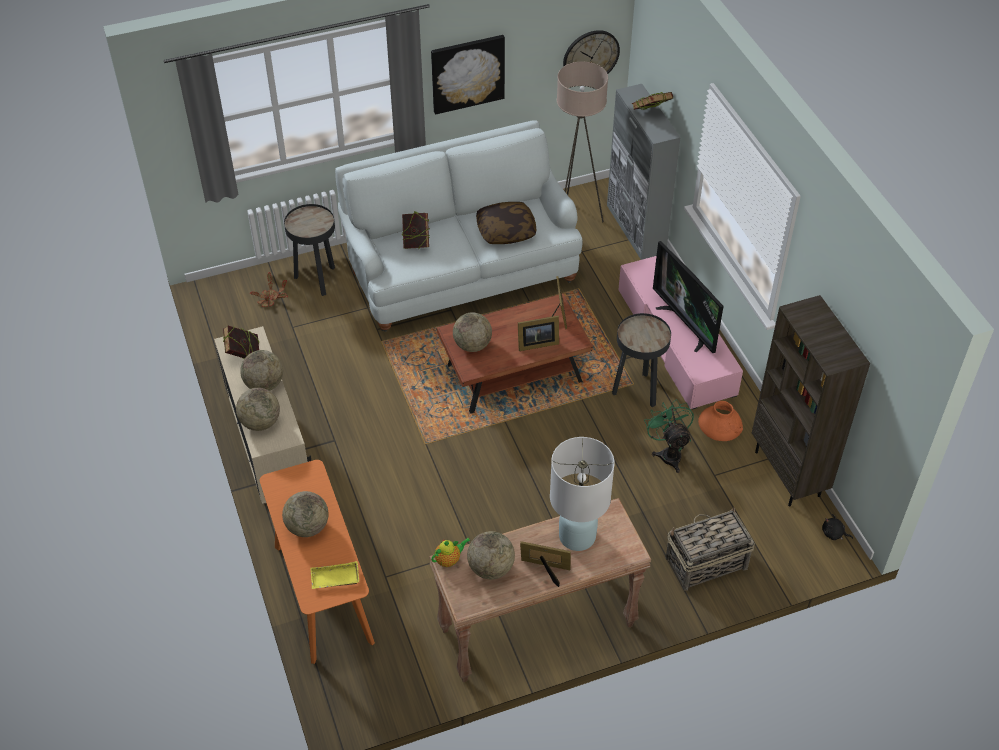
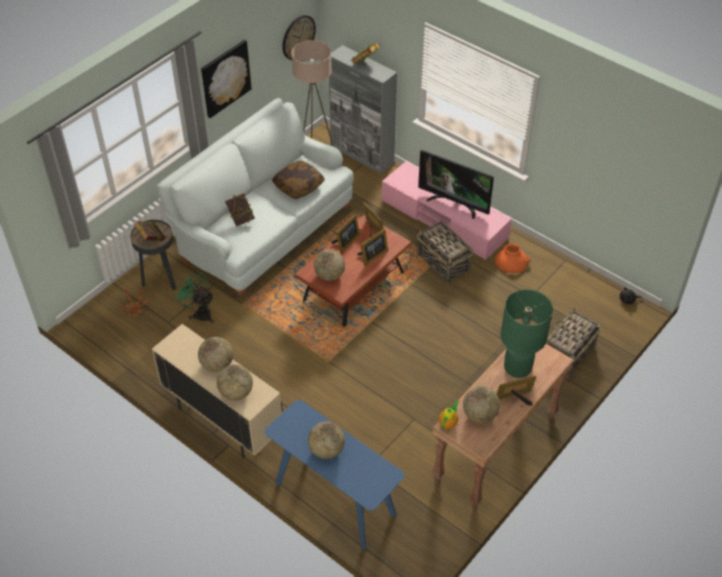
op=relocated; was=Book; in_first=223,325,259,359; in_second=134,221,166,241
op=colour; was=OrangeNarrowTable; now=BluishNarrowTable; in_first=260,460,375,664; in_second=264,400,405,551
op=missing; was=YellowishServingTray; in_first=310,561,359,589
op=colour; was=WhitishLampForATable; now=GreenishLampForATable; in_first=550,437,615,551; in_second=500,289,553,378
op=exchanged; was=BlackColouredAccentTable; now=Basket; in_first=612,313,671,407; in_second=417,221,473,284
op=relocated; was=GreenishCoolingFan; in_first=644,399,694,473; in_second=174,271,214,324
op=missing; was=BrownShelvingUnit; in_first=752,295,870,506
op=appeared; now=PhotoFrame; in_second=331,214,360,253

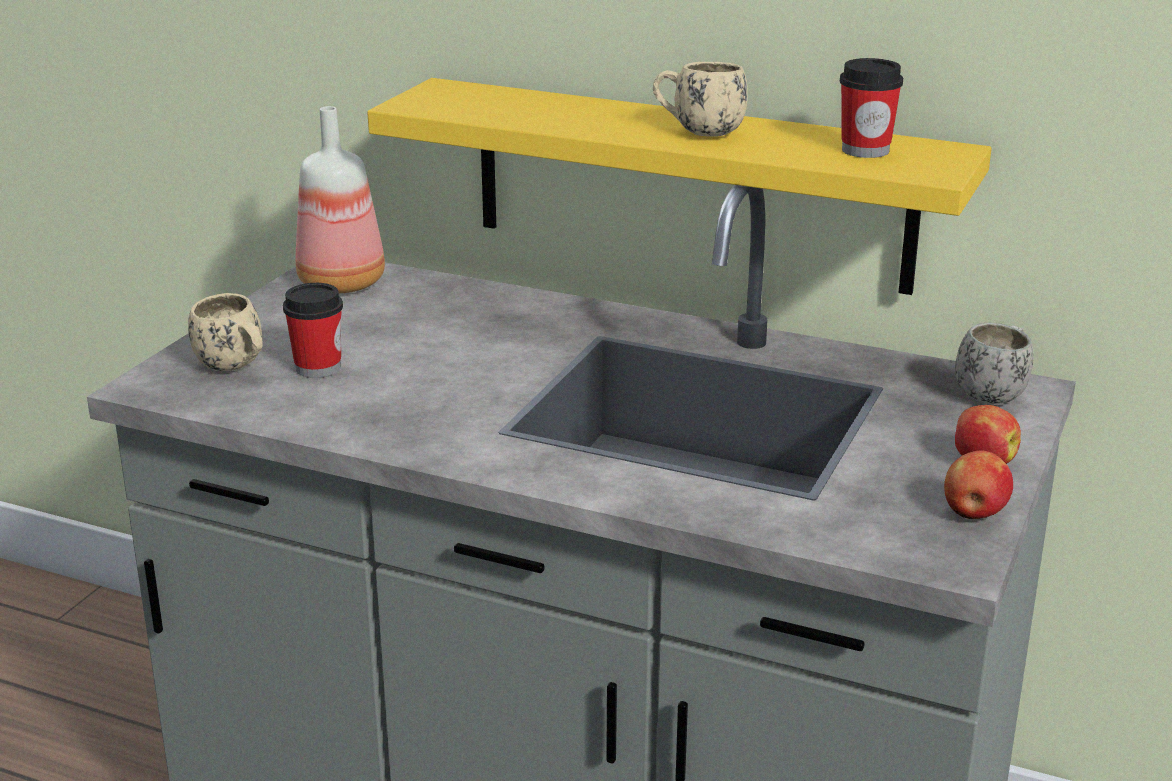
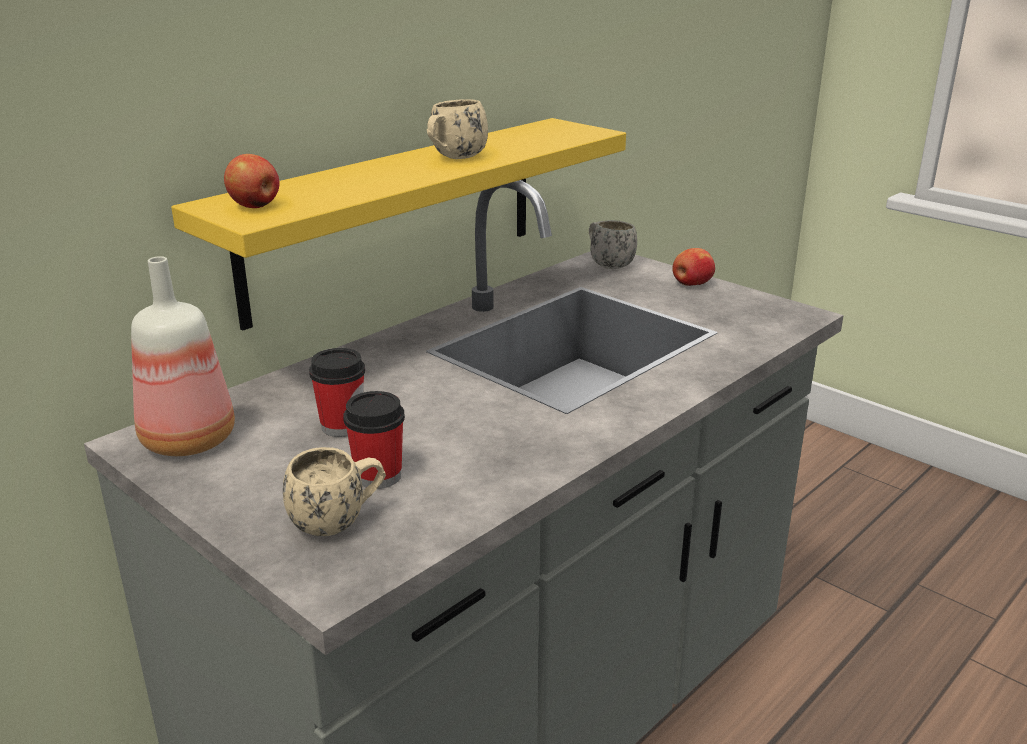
op=relocated; was=Cup; in_first=840,58,903,158; in_second=309,348,365,437
op=relocated; was=AppleFruit; in_first=944,451,1013,519; in_second=224,154,279,208

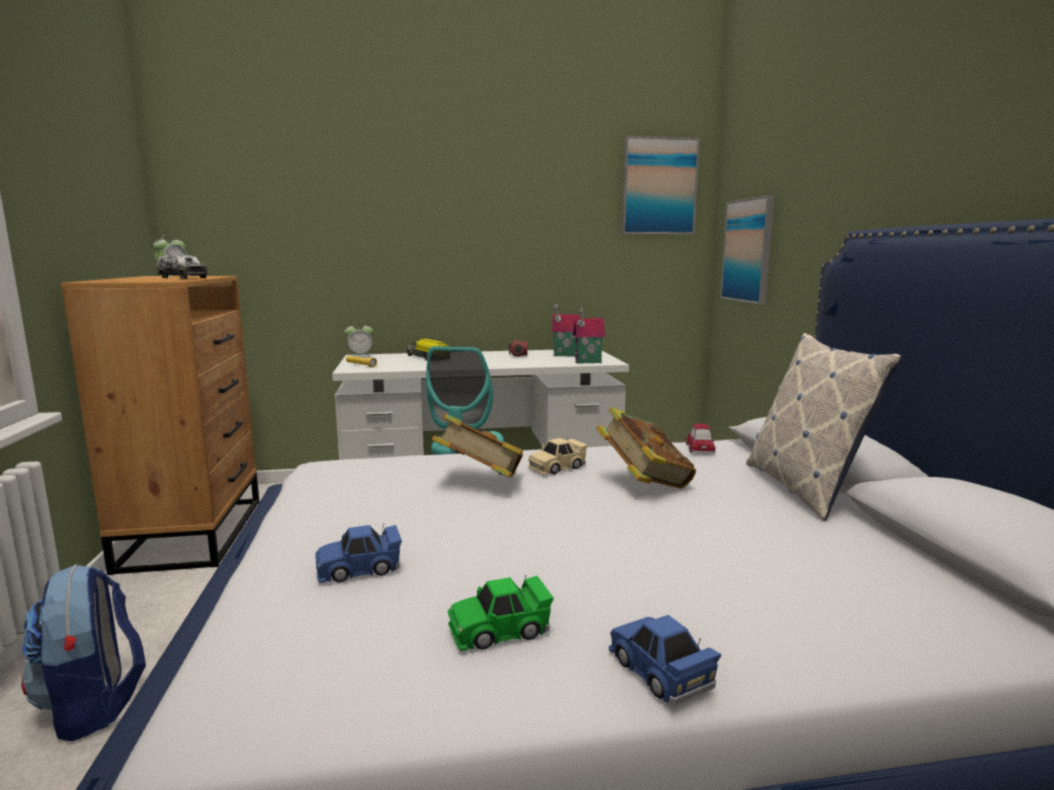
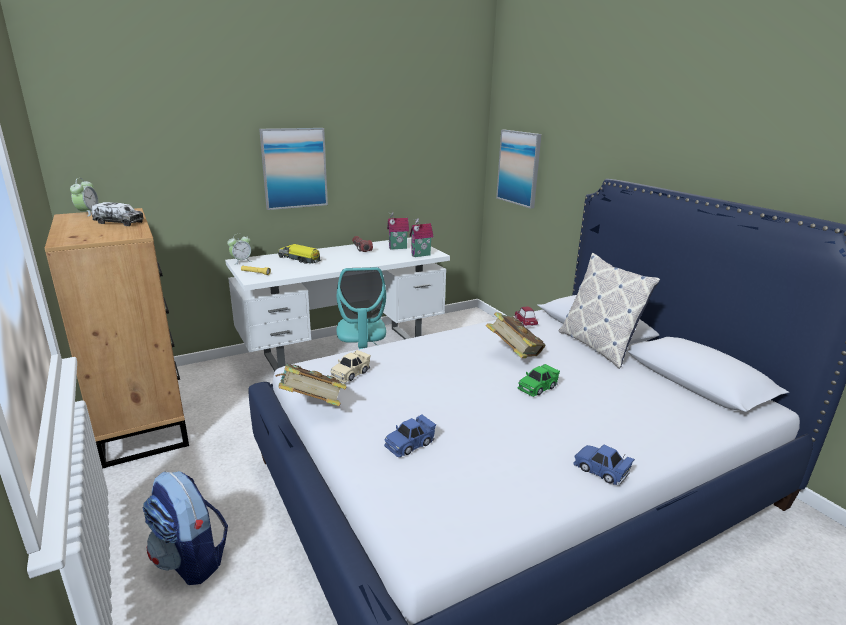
op=relocated; was=Book; in_first=432,413,523,478; in_second=275,364,347,406
op=relocated; was=GreenishModelCar; in_first=448,575,554,651; in_second=517,364,560,397
op=relocated; was=BeigeColouredModelCar; in_first=528,438,588,475; in_second=330,350,371,383
op=relocated; was=Picture; in_first=622,136,700,235; in_second=259,128,328,210

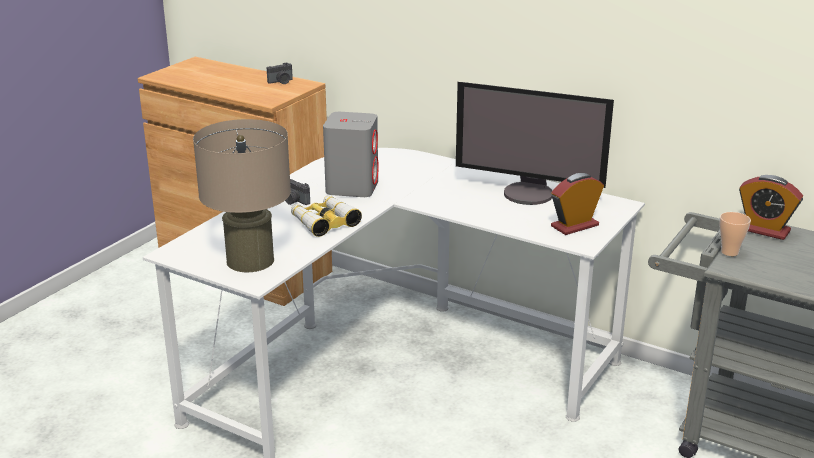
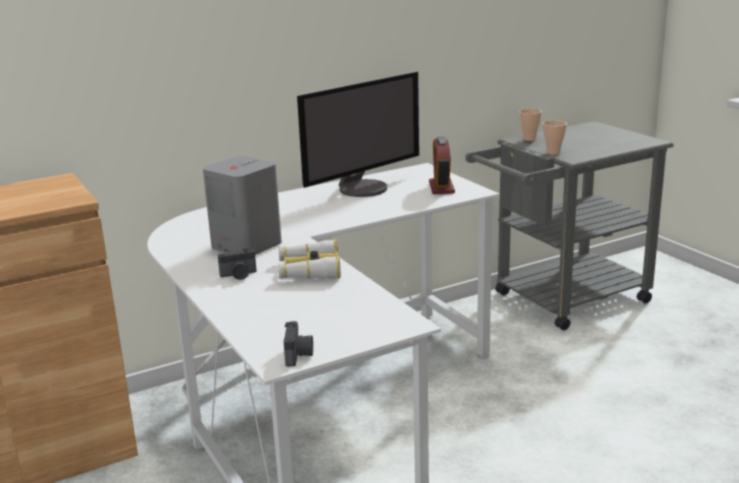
op=missing; was=BeigeColouredLampForATable; in_first=193,119,291,272
op=relocated; was=PhotoCamera; in_first=266,63,293,84; in_second=284,321,313,367
op=exchanged; was=AlarmClock; now=Cup; in_first=739,175,803,240; in_second=519,109,542,141

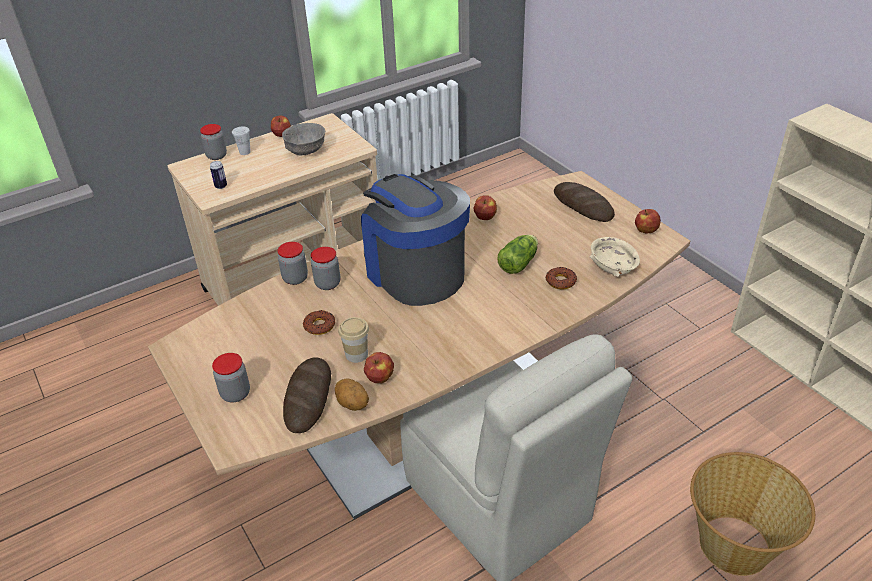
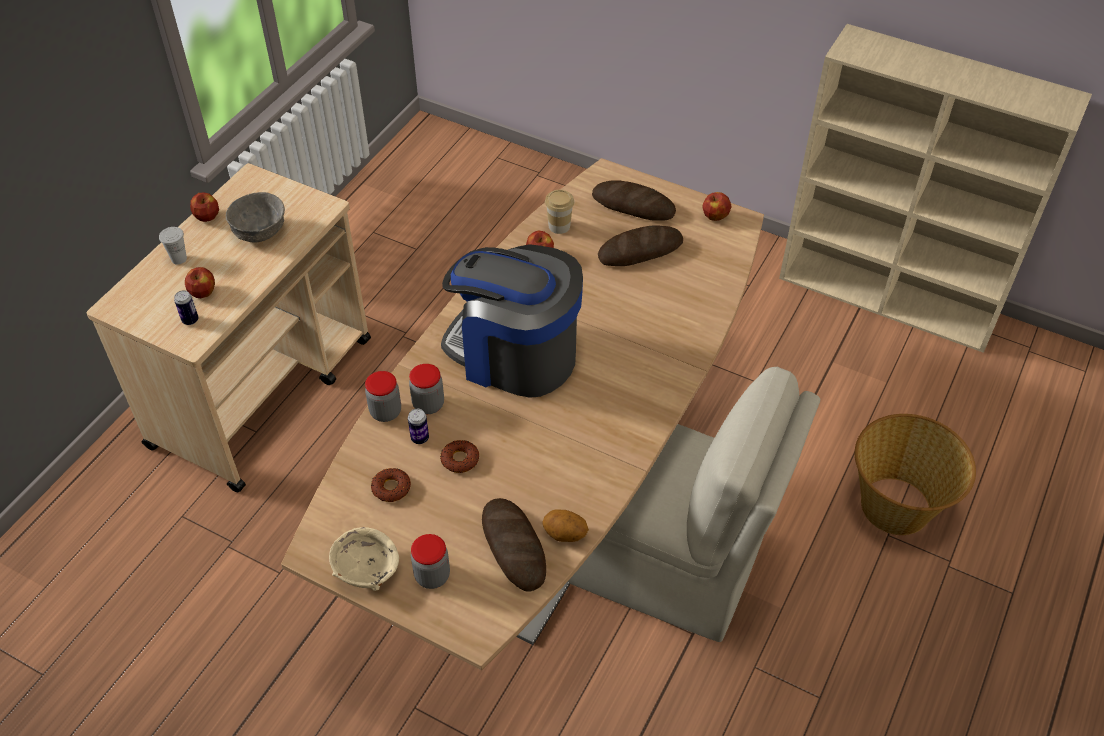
op=missing; was=Jar; in_first=200,124,227,160
op=relocated; was=Cup; in_first=338,317,369,363; in_second=545,190,574,234
op=relocated; was=AppleFruit; in_first=364,352,394,383; in_second=185,267,215,298
op=missing; was=LettuceHead; in_first=498,234,538,274
op=relocated; was=Doughnut; in_first=545,267,577,289; in_second=371,468,411,502
op=relocated; was=BeigeColouredDeepDish; in_first=589,237,640,277; in_second=329,527,399,591
op=appeared; now=MetalCan; in_second=408,409,429,444
op=appeared; now=BakeryBread; in_second=598,226,683,266

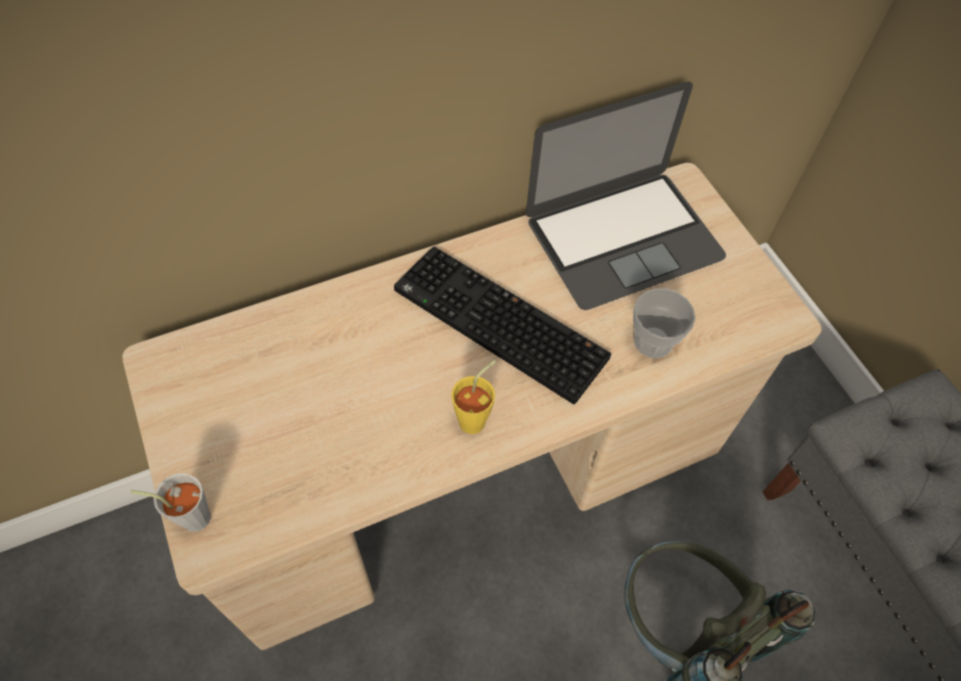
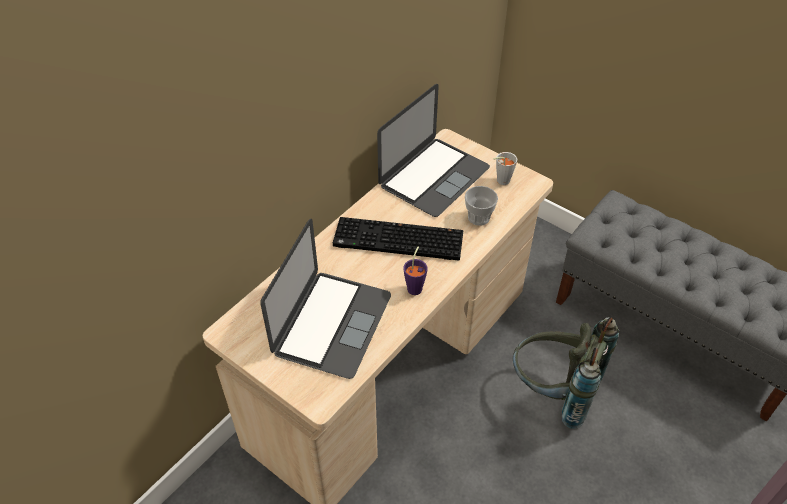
op=relocated; was=GrayCup; in_first=130,473,211,532; in_second=493,152,517,185
op=colour; was=YellowishCup; now=PurplishCup; in_first=451,360,496,434; in_second=404,247,428,295
op=appeared; now=PortableComputer; in_second=260,219,391,379

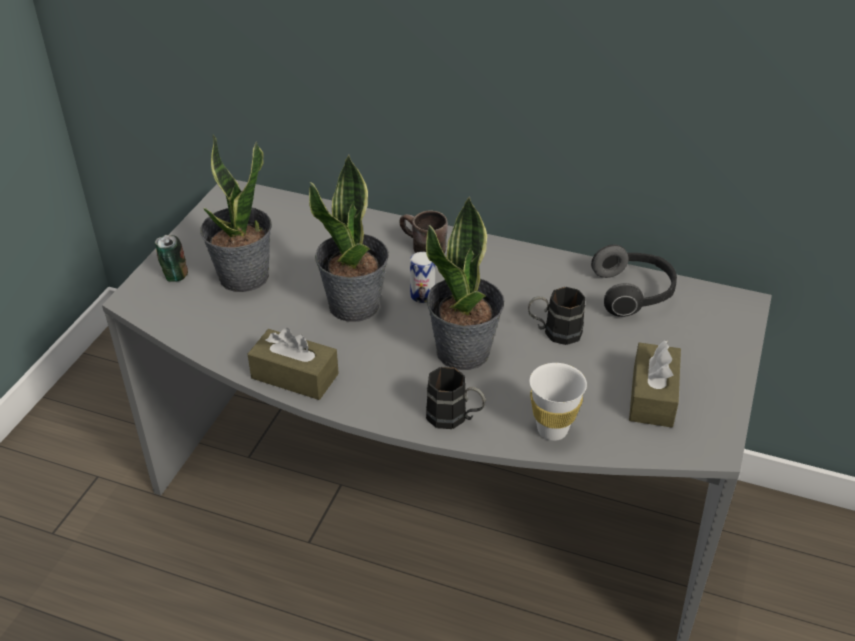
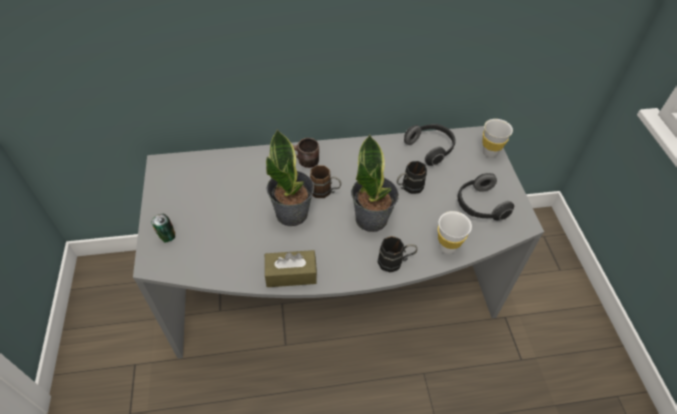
op=missing; was=PottedPlant; in_first=200,135,272,292
op=exchanged; was=MetalCan; now=BrownCoffeeMug; in_first=410,252,435,303; in_second=310,165,341,198
op=exchanged; was=BrownTissueBox; now=Headset; in_first=629,340,681,428; in_second=457,173,514,220
op=appeared; now=WhitishCup; in_second=482,119,513,158

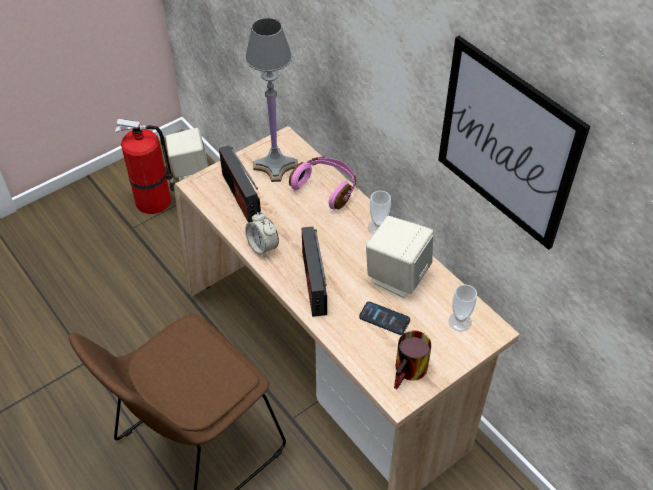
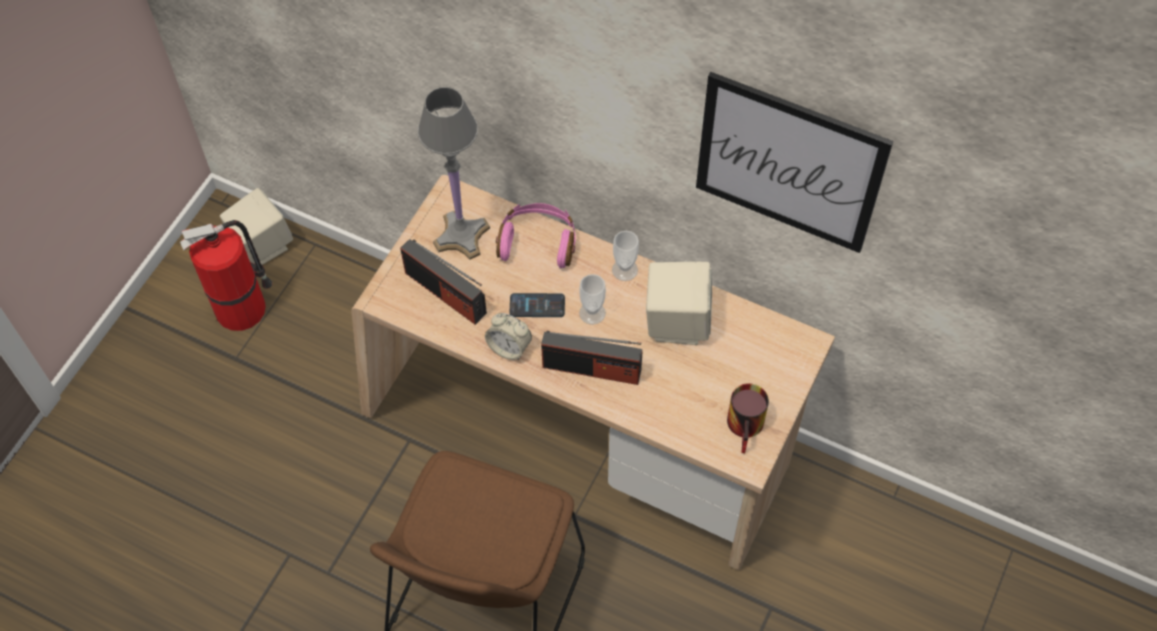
op=spun; was=RadioSet; in_first=302,227,327,317; in_second=541,331,643,385; clockwise=-45
op=relocated; was=Handset; in_first=359,302,410,335; in_second=510,293,565,317
op=relocated; was=Cup; in_first=448,284,477,332; in_second=579,274,606,325

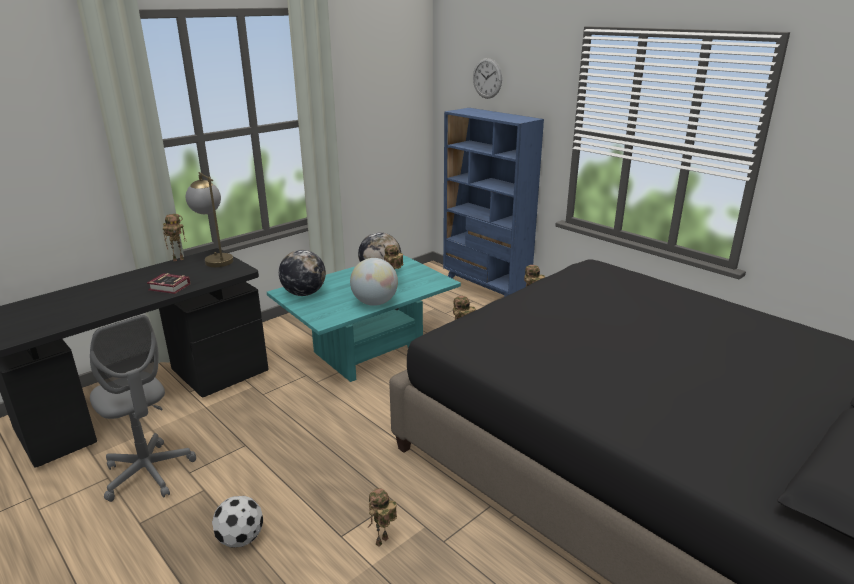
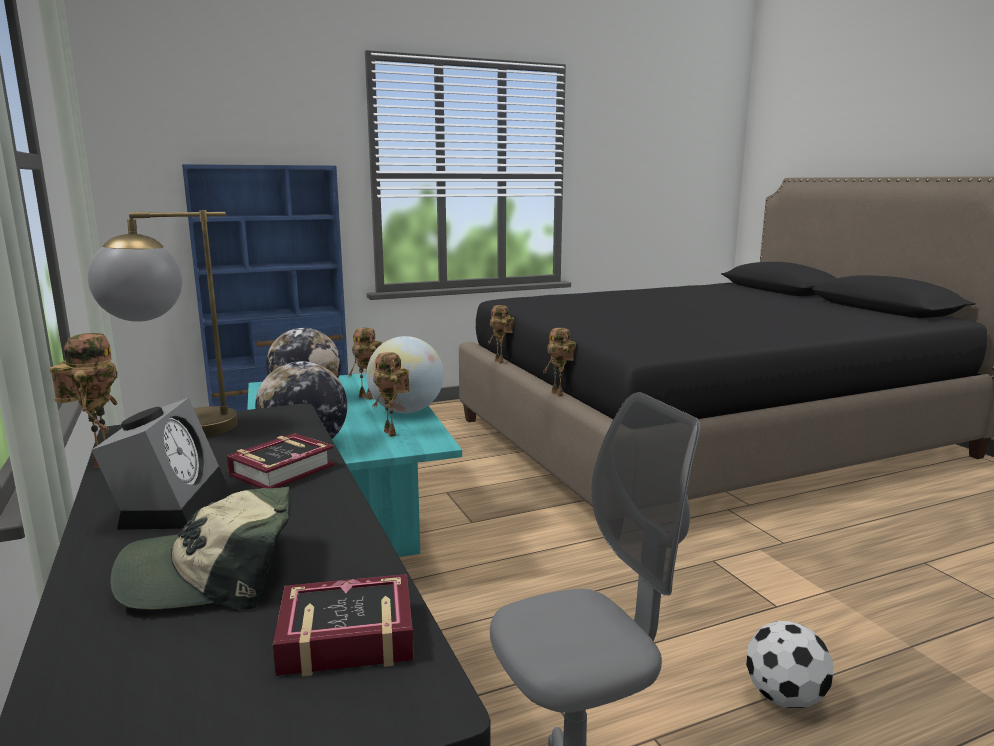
op=relocated; was=ModelRobot; in_first=368,488,397,547; in_second=372,352,410,437
op=missing; was=WallClock; in_first=473,58,502,99
op=appeared; now=AlarmClock; in_second=92,398,226,530
op=appeared; now=PeakedCap; in_second=110,487,291,610
op=appeared; now=Book; in_second=273,574,414,676

